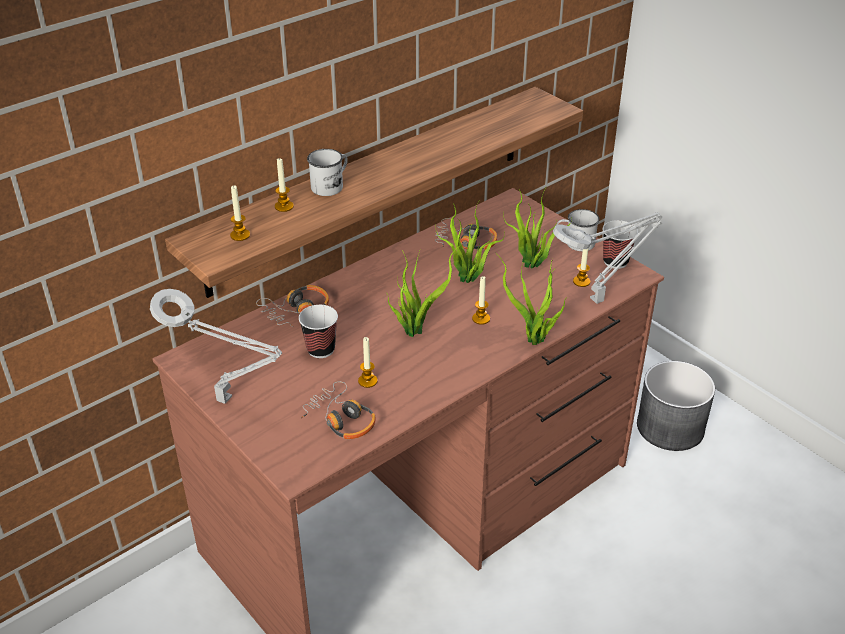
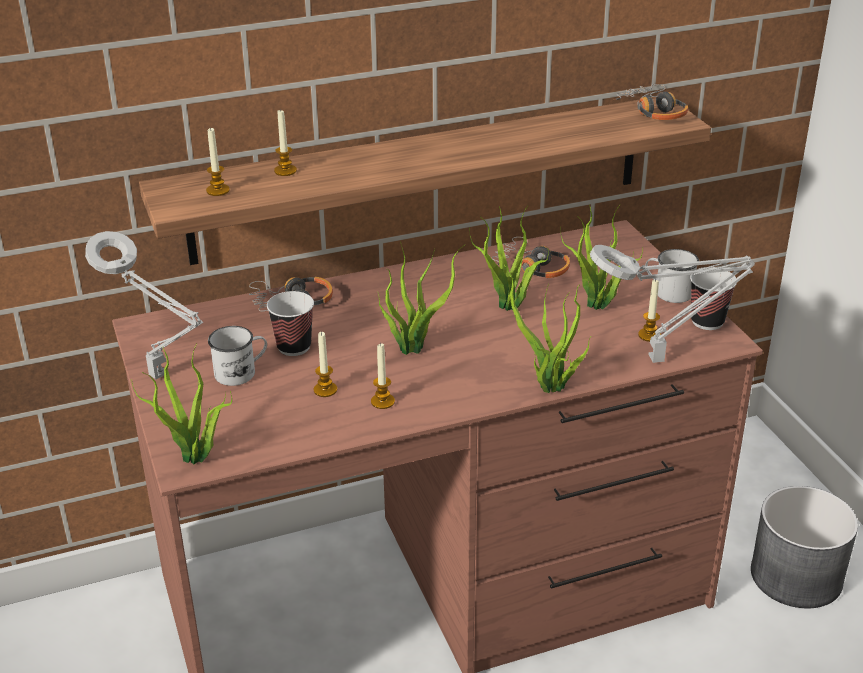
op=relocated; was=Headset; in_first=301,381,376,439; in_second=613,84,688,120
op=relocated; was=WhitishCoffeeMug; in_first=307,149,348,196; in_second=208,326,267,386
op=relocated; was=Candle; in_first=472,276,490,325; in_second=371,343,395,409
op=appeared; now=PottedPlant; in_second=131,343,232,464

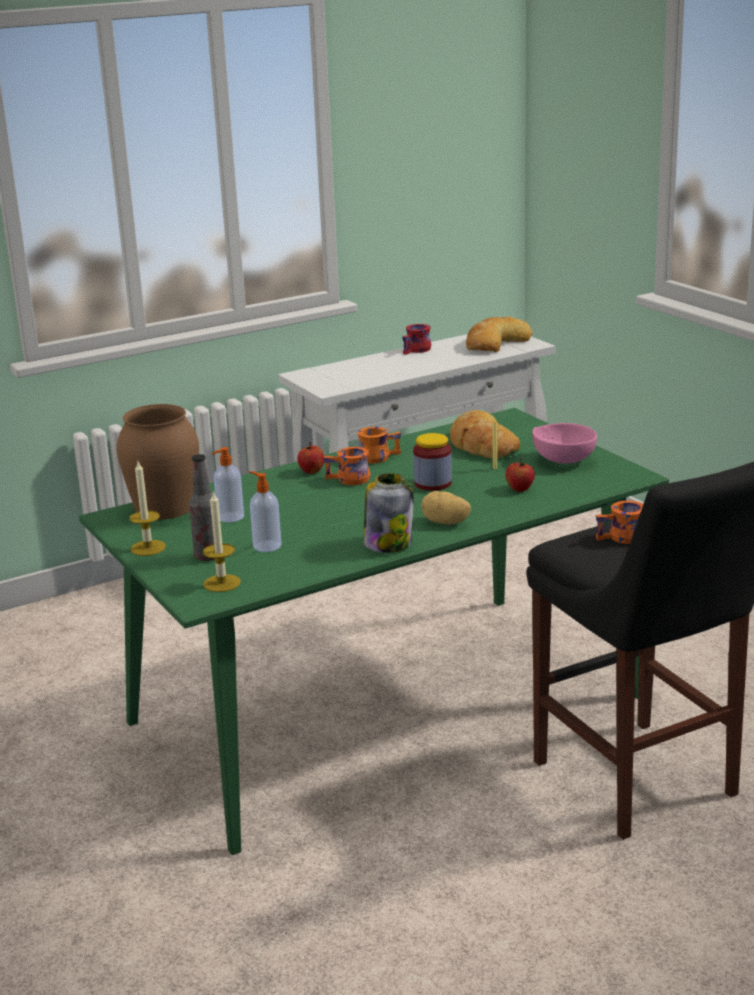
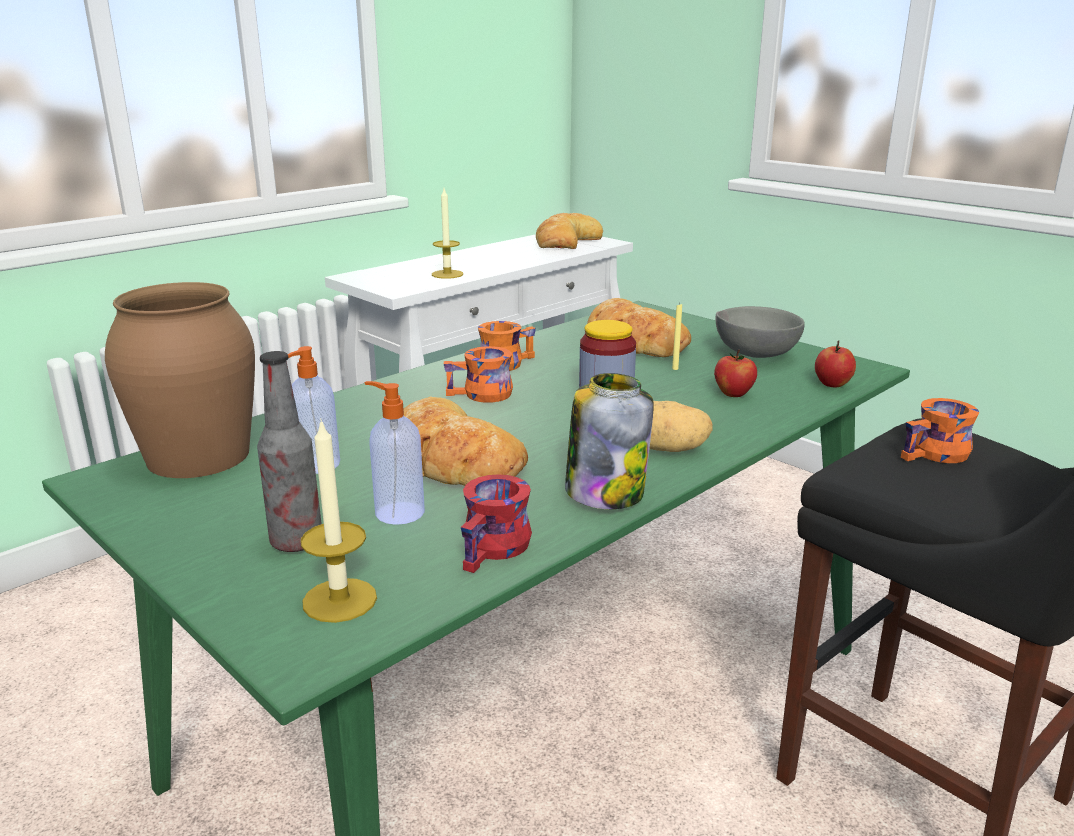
op=relocated; was=Candle; in_first=129,462,166,556; in_second=432,189,463,279
op=relocated; was=AppleFruit; in_first=297,442,324,474; in_second=815,340,856,387
op=relocated; was=ReddishCoffeeMug; in_first=402,324,431,355; in_second=461,474,532,573
op=colour; was=PinkDeepDish; now=GrayDeepDish; in_first=532,423,597,463; in_second=716,306,805,358
op=appeared; now=BakeryBread; in_second=403,396,528,486

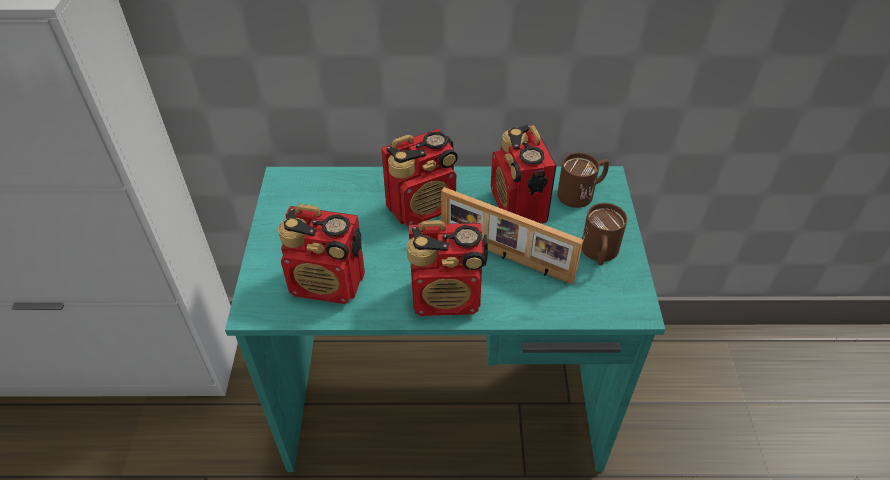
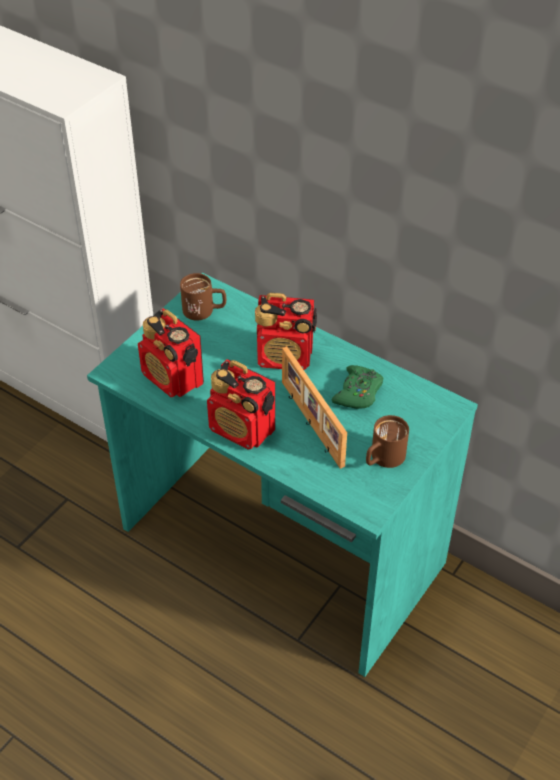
op=exchanged; was=RadioSet; now=GreenishGamepad; in_first=491,125,556,223; in_second=332,365,384,409
op=relocated; was=BrownCoffeeMug; in_first=557,152,609,208; in_second=180,273,226,321

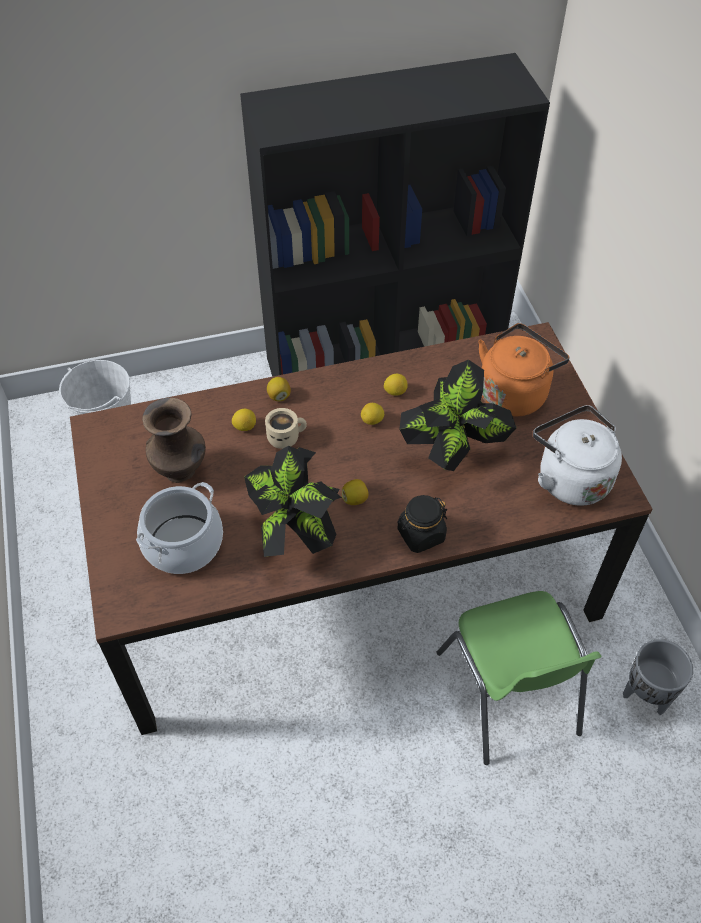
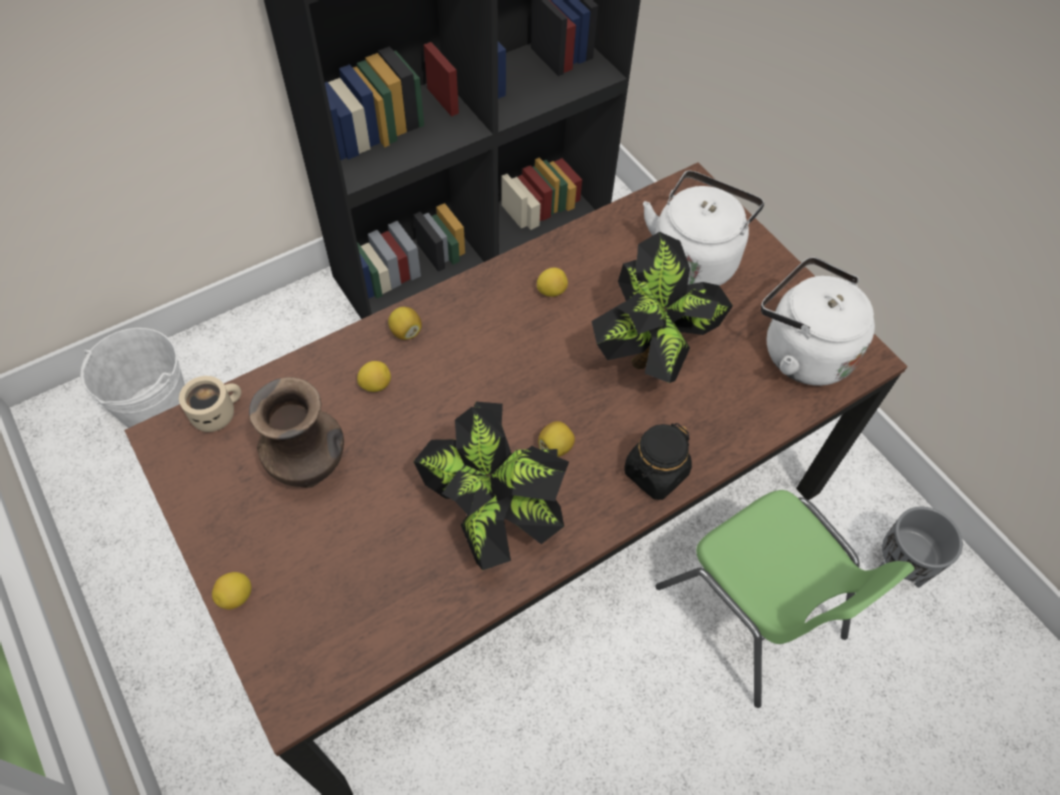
op=missing; was=CookingPot; in_first=136,482,223,574
op=relocated; was=BeigeColouredCoffeeMug; in_first=265,408,307,449; in_second=179,376,241,432
op=relocated; was=Lemon; in_first=361,403,384,425; in_second=212,572,251,610
op=colour; was=OrangeTeaKettle; now=WhitishTeaKettle; in_first=478,323,569,416; in_second=643,171,764,286

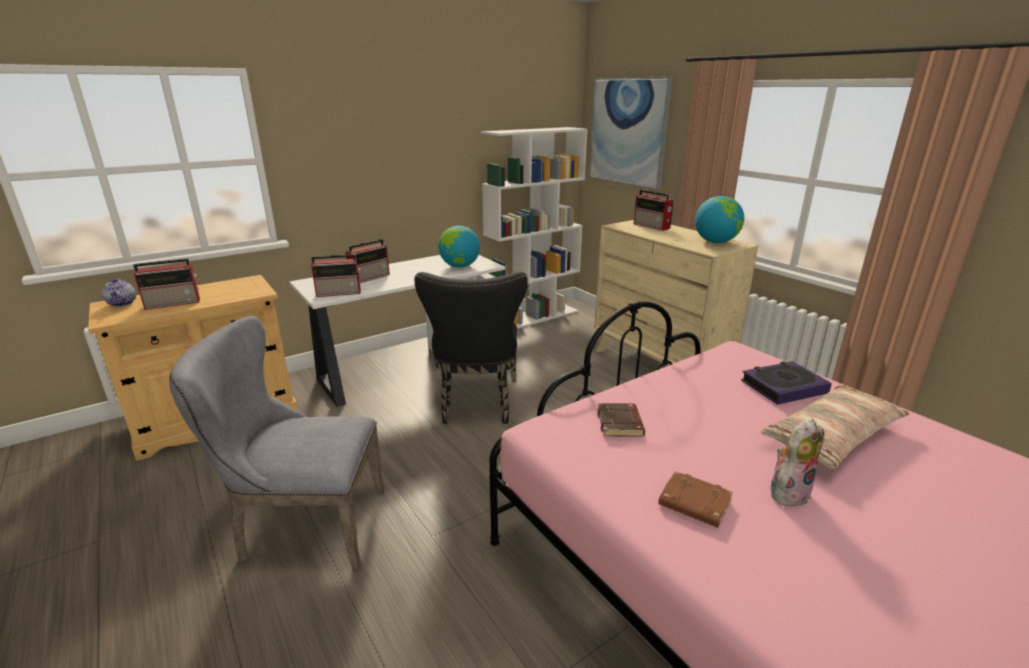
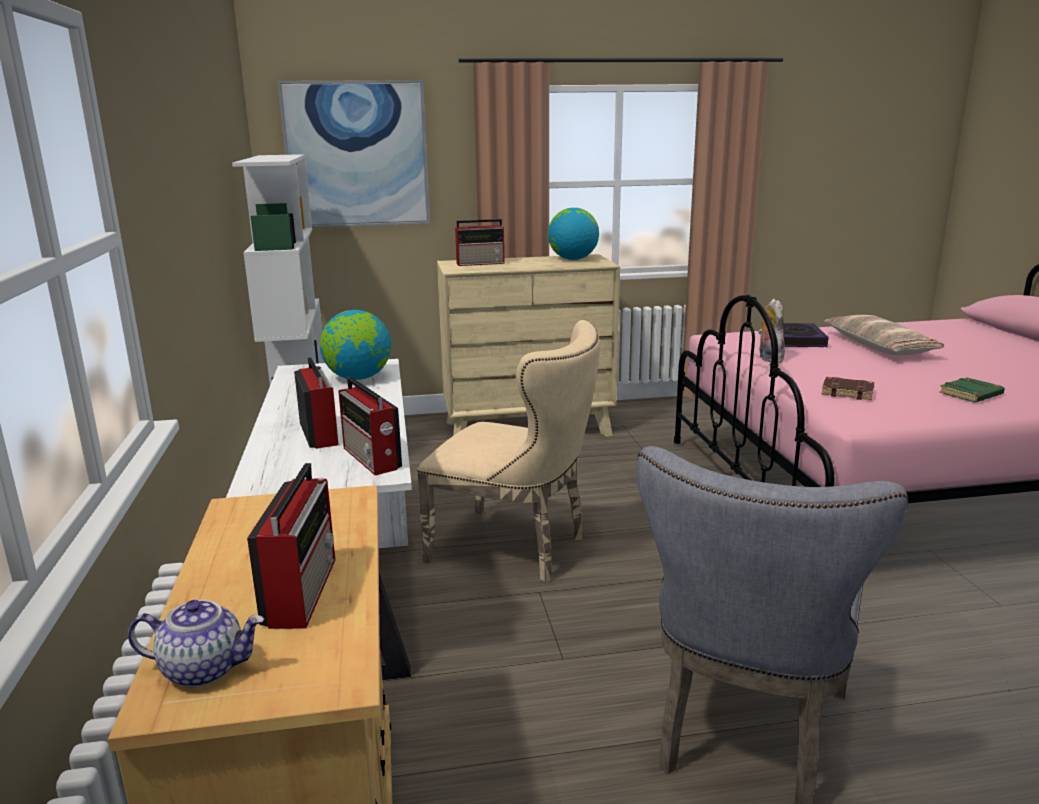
op=spun; was=RadioSet; in_first=311,254,361,297; in_second=338,377,402,475; clockwise=135
op=colour; was=BlackColouredPlainChair; now=BeigeColouredPlainChair; in_first=414,272,528,424; in_second=417,320,600,583
op=colour; was=BrownBook; now=GreenishBook; in_first=658,471,733,528; in_second=939,377,1005,402
op=relocated; was=PlushToy; in_first=770,419,824,509; in_second=758,299,785,363

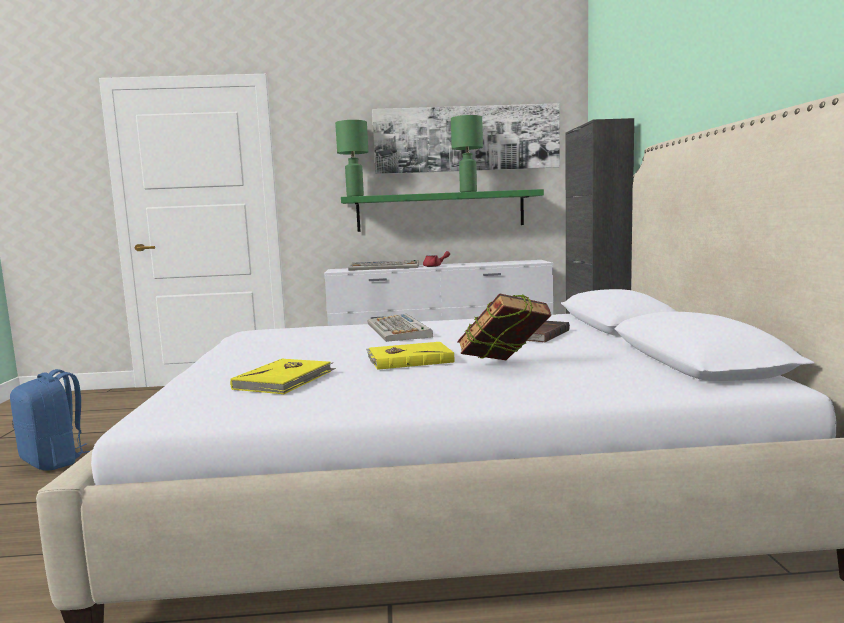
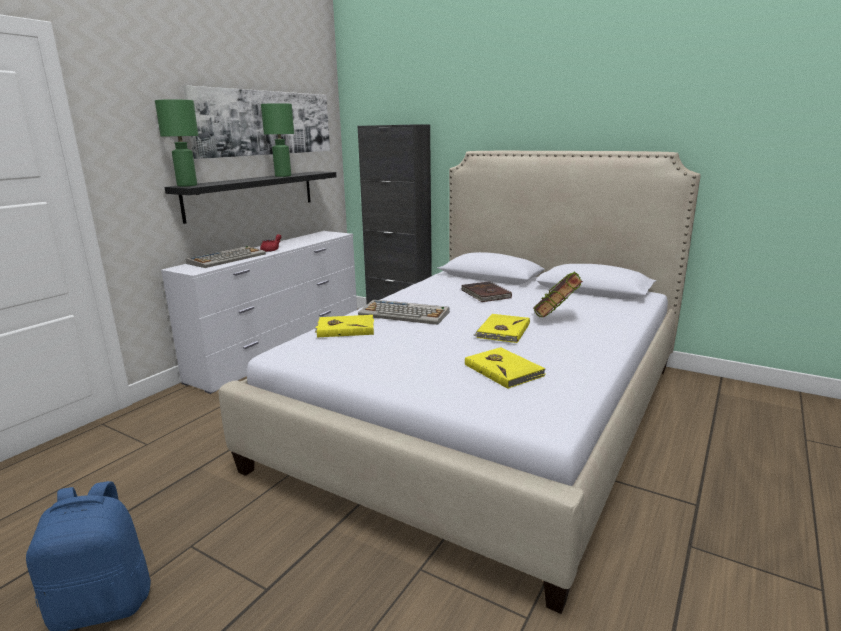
op=colour; was=GreenishShelf; now=BlackColouredShelf; in_first=341,189,544,232; in_second=165,171,336,224
op=appeared; now=YellowishBook; in_second=315,315,374,337

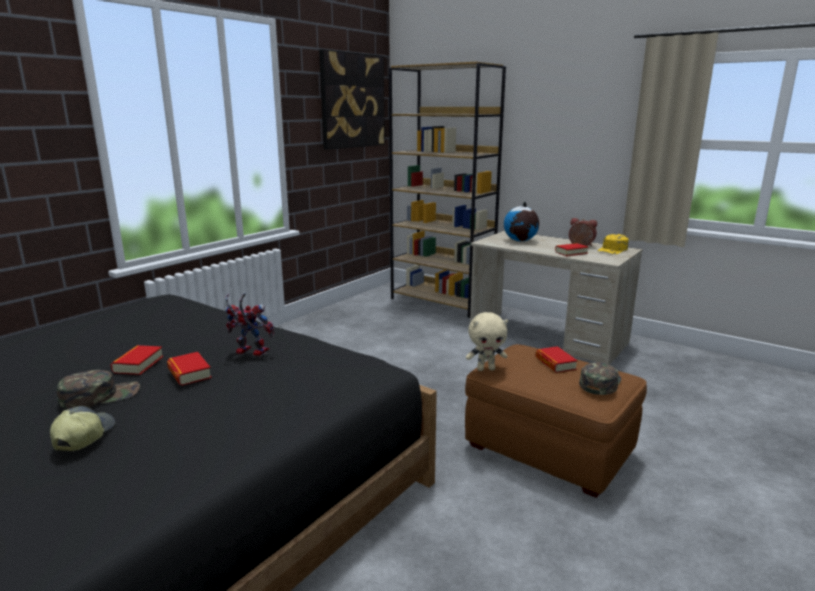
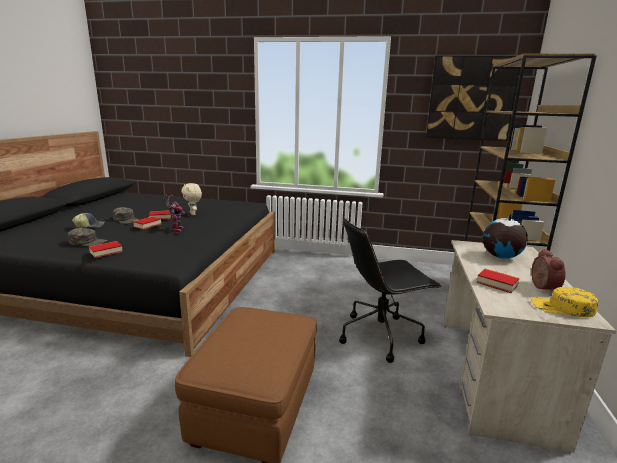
op=relocated; was=BeigeColouredPlushToy; in_first=466,312,508,371; in_second=181,183,202,215
op=relocated; was=Book; in_first=535,346,578,373; in_second=89,241,123,258
op=relocated; was=GreenishPeakedCap; in_first=579,362,622,395; in_second=68,228,108,246
op=appeared; now=BlackColouredComputerChair; in_second=339,217,442,363

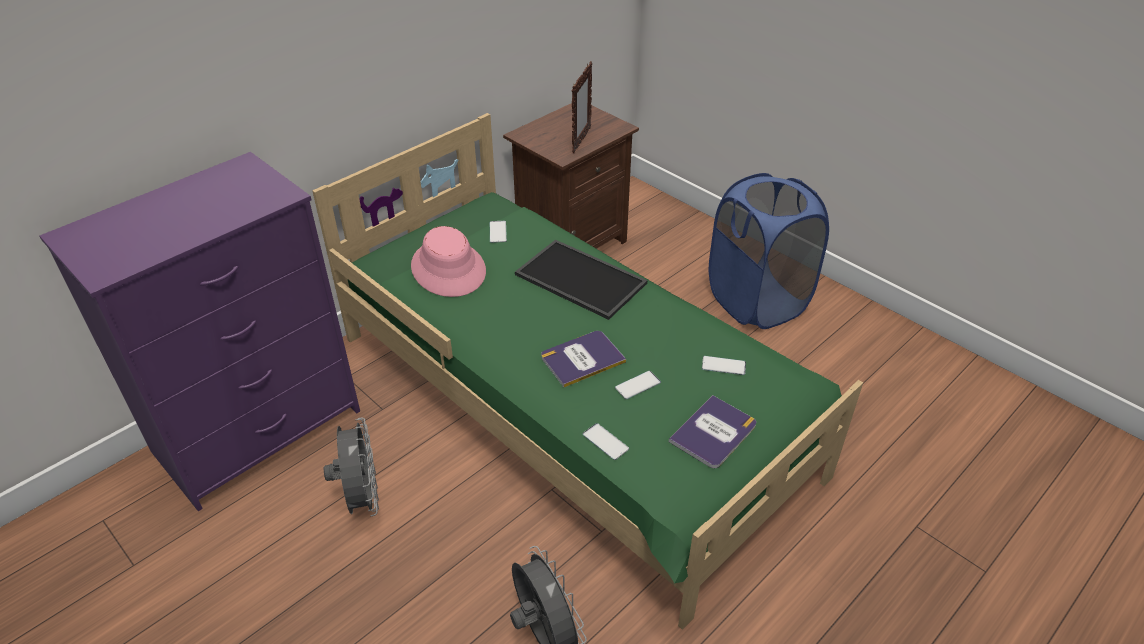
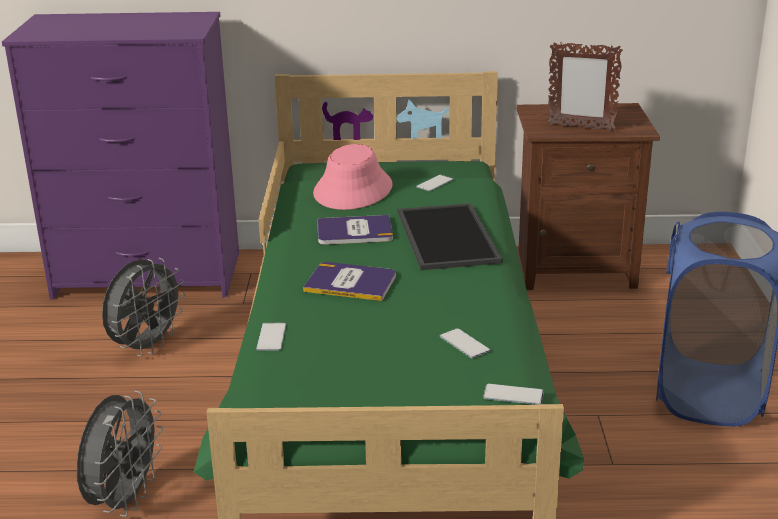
op=spun; was=PhotoFrame; in_first=572,61,592,153; in_second=547,42,623,131; clockwise=45
op=relocated; was=Handset; in_first=615,371,661,399; in_second=483,384,544,405
op=relocated; was=Book; in_first=669,395,756,468; in_second=317,215,393,245

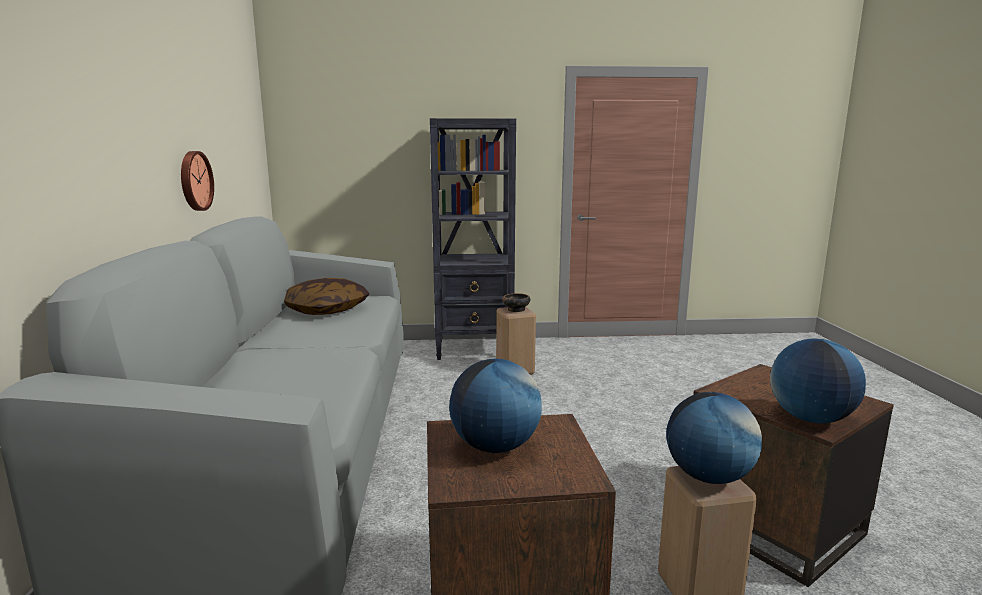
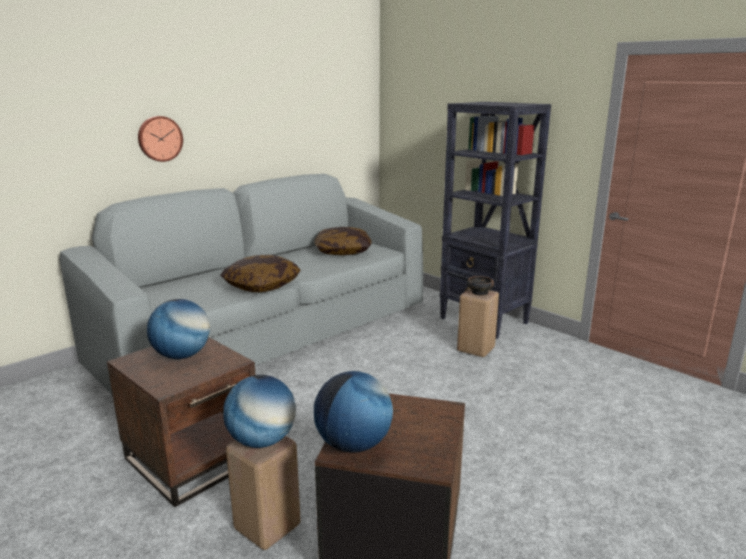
op=relocated; was=WallClock; in_first=181,151,214,211; in_second=138,116,183,162
op=appeared; now=Cushion; in_second=220,255,301,292

